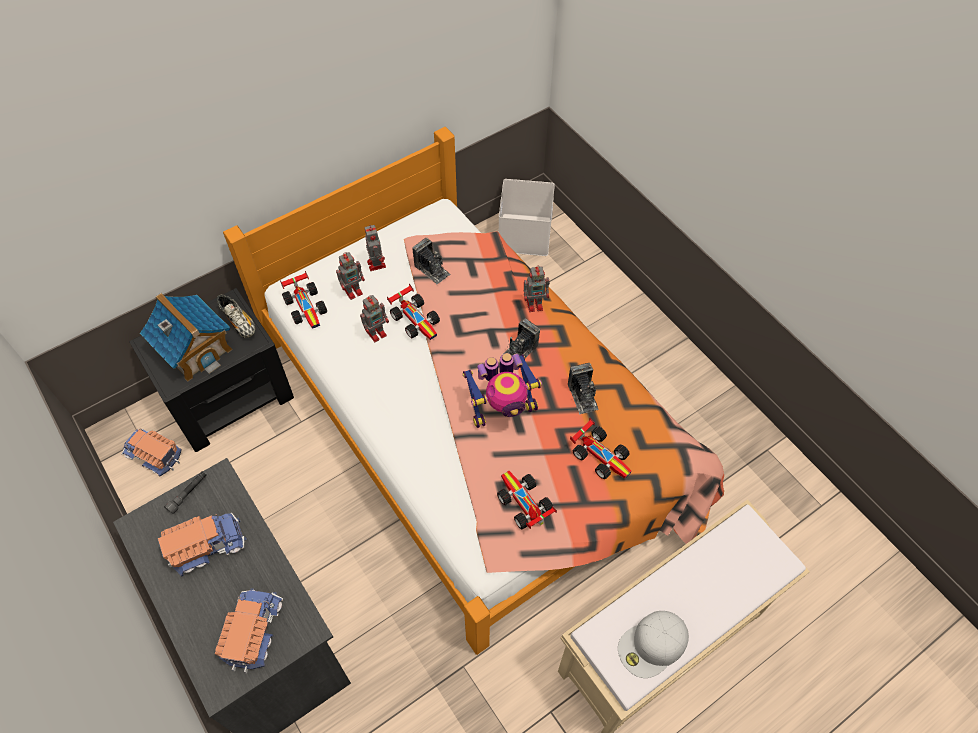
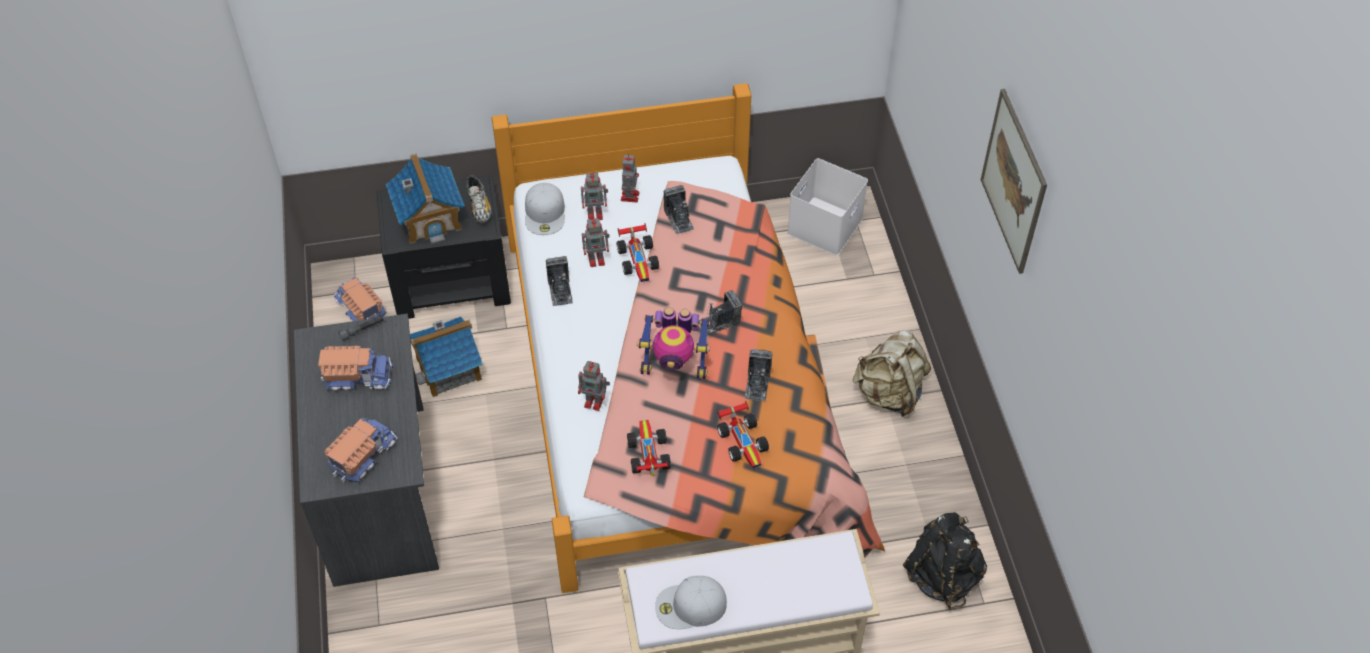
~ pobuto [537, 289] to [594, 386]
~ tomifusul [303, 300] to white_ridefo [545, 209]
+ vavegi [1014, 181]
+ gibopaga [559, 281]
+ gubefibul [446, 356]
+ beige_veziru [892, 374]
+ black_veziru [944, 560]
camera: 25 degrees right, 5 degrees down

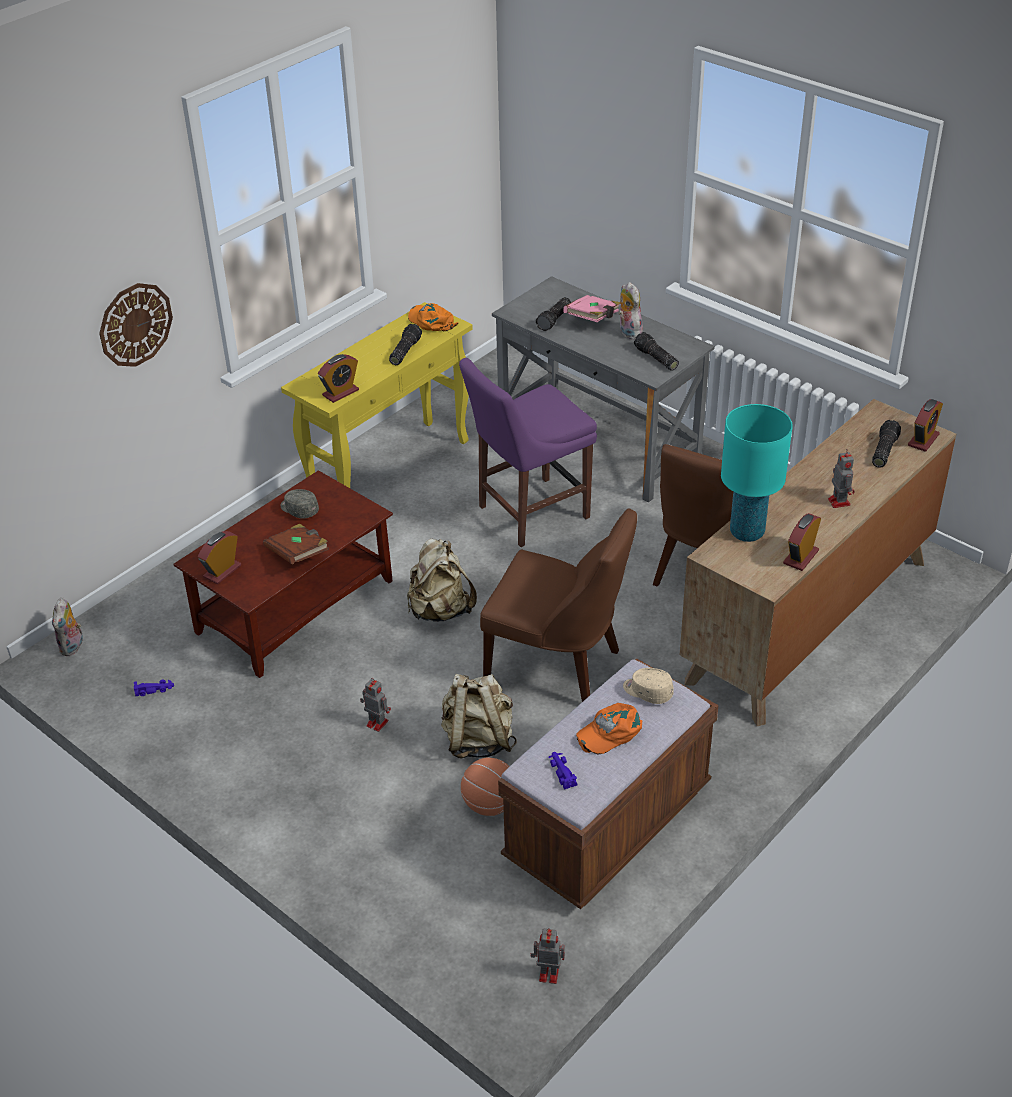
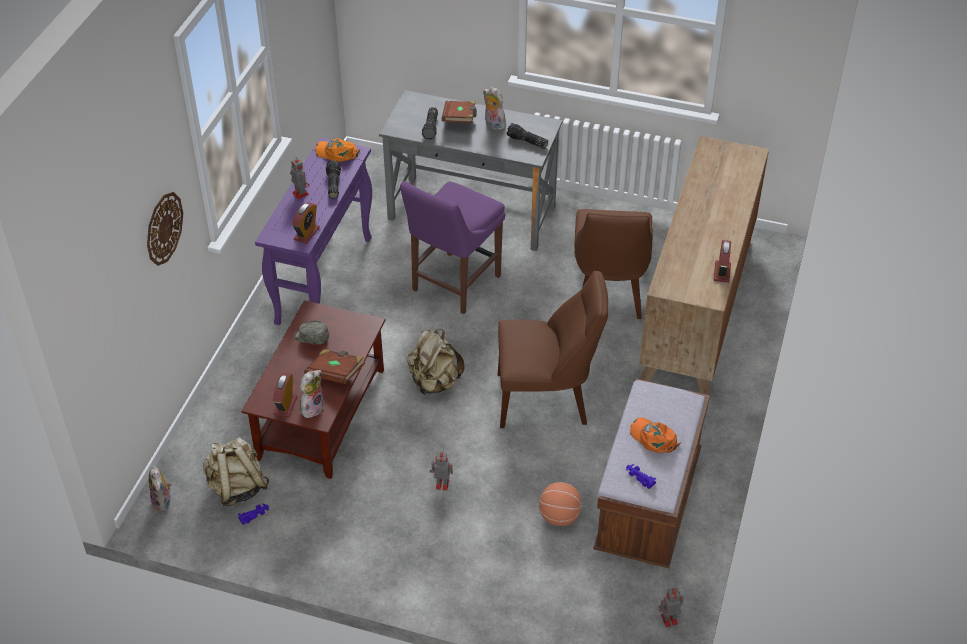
~ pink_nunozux [591, 308] to brown_nunozux [459, 112]
~ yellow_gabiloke [377, 395] to purple_gabiloke [313, 231]
- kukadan [925, 425]
- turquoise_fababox [757, 473]
- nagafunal [886, 444]
~ pobuto [841, 478] to [299, 178]
- beige_ridefo [648, 686]
~ beige_veziru [479, 716] to [236, 471]
~ orange_ridefo [609, 728] = [655, 435] 105 degrees clockwise
+ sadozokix [312, 394]
camera: 25 degrees left, 5 degrees up

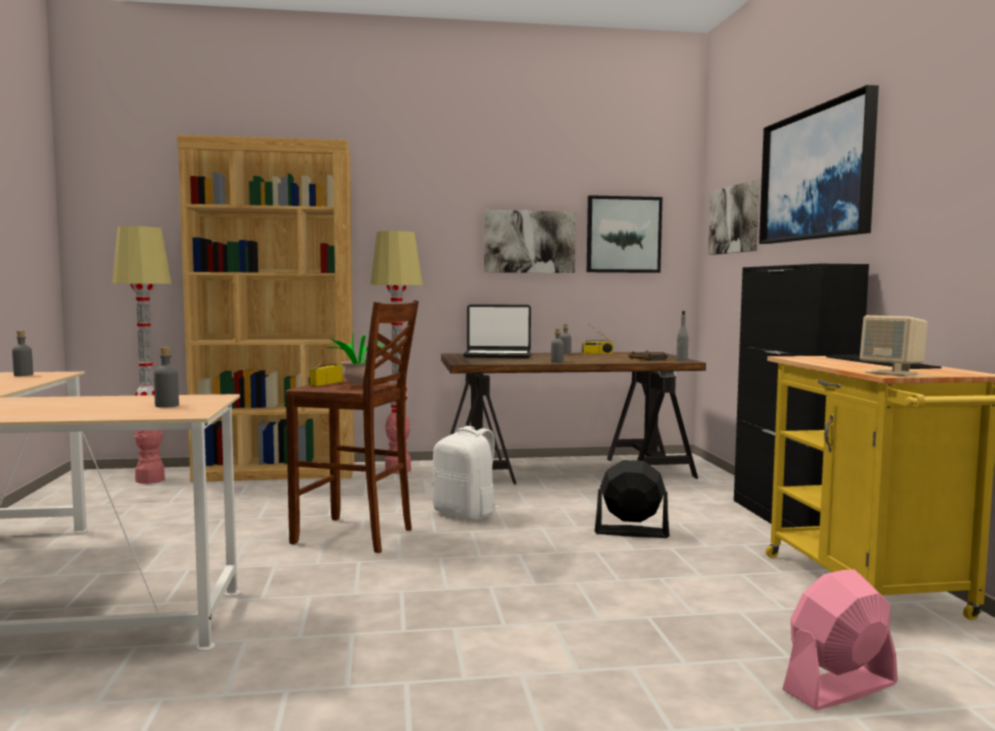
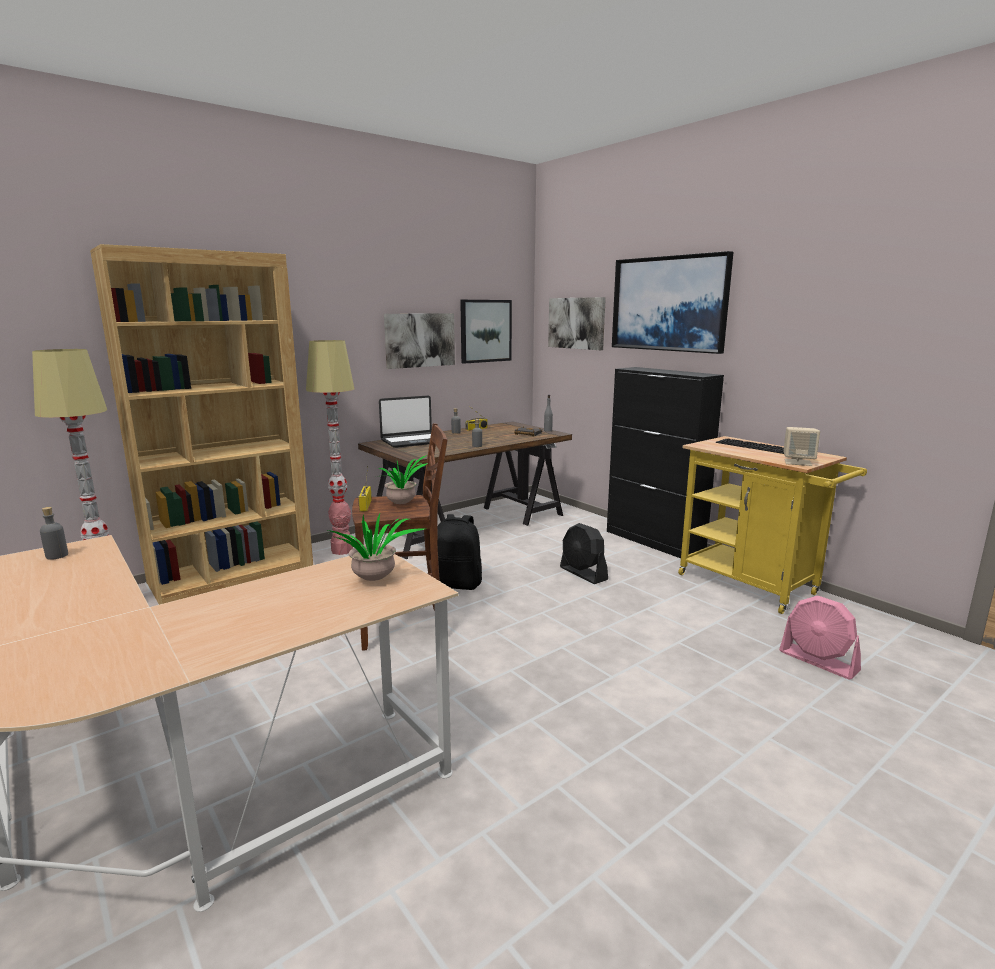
~ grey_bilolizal [166, 377] to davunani [376, 547]
~ white_veziru [466, 473] to black_veziru [460, 552]
~ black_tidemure [631, 499] = [584, 553] 105 degrees counterclockwise
~ pink_tidemure [840, 639] = [820, 637] 75 degrees counterclockwise
camera: 30 degrees left, 10 degrees up

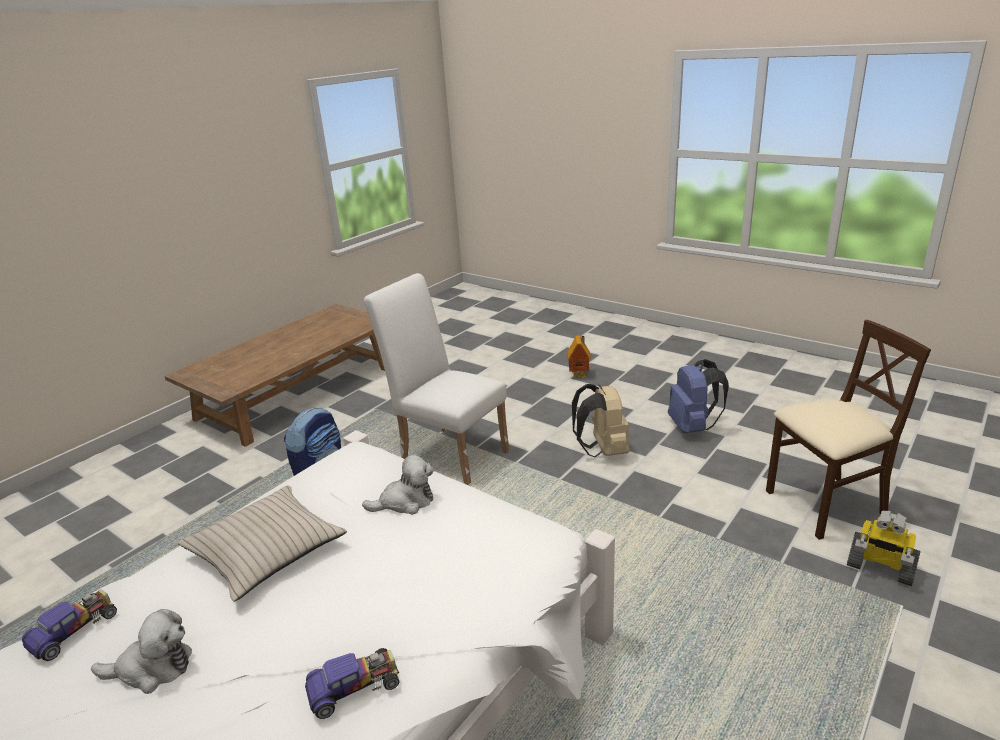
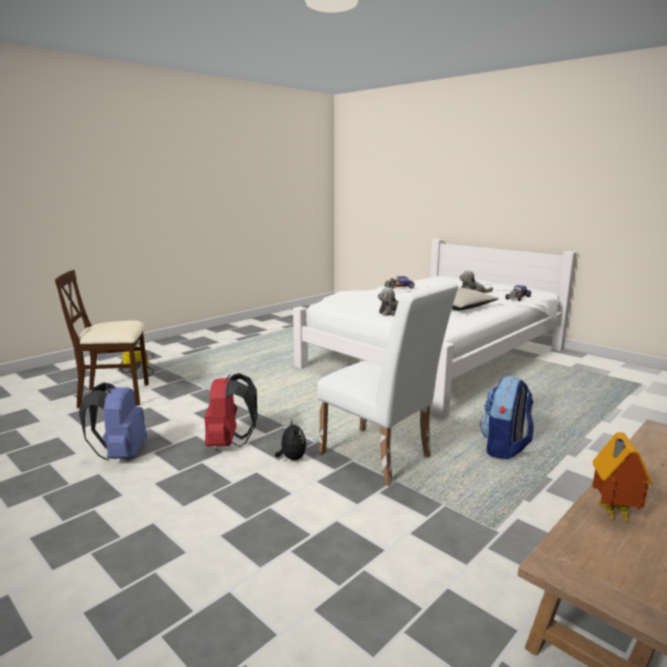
~ gubefibul [579, 356] to [622, 478]
~ beige_veziru [600, 421] to red_veziru [231, 410]
+ sadozokix [291, 440]
camera: 175 degrees left, 10 degrees down

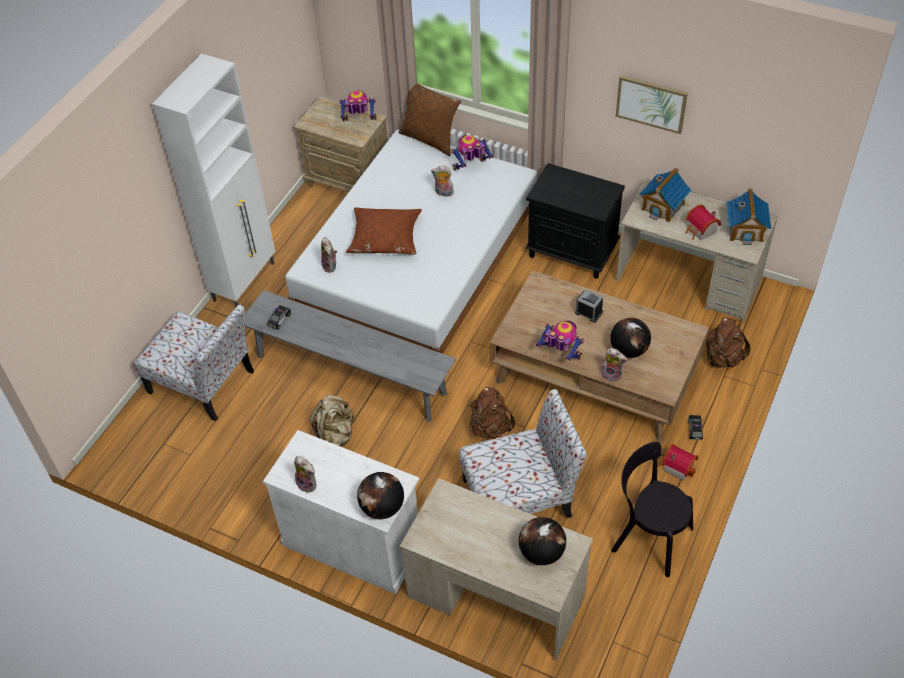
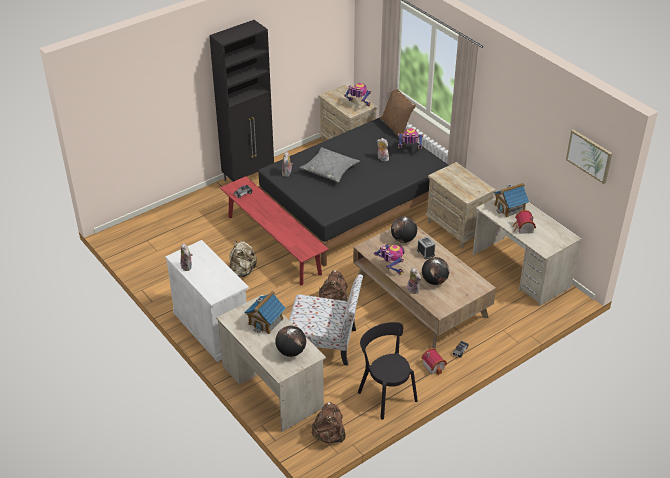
~ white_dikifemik [213, 180] to black_dikifemik [241, 101]
~ vavegi [652, 104] to [589, 156]
~ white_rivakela [411, 242] to black_rivakela [353, 192]
~ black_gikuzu [575, 221] to beige_gikuzu [460, 205]
~ gubefibul [749, 217] to [265, 312]
~ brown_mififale [384, 231] to grey_mififale [329, 164]
~ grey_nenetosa [350, 356] to red_nenetosa [274, 230]
- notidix [194, 362]
~ brown_veziru [728, 343] to [328, 423]
~ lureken [380, 495] to [404, 229]
camera: 25 degrees right, 10 degrees down

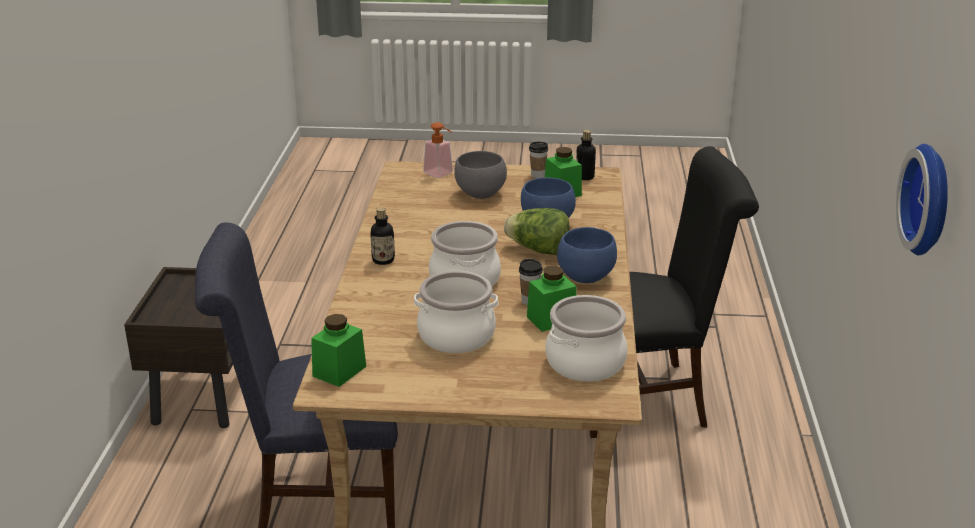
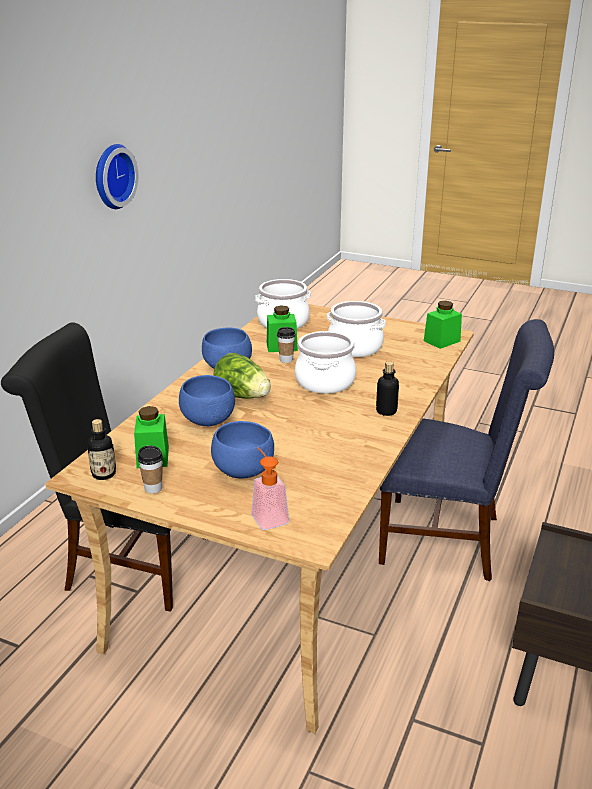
~ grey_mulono [480, 175] to blue_mulono [242, 449]
camera: 160 degrees left, 0 degrees up

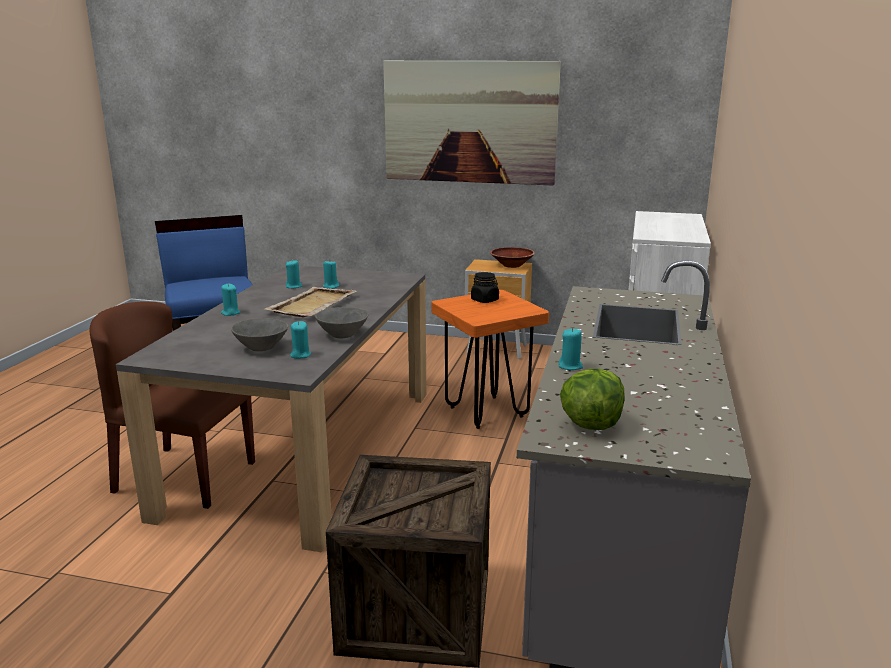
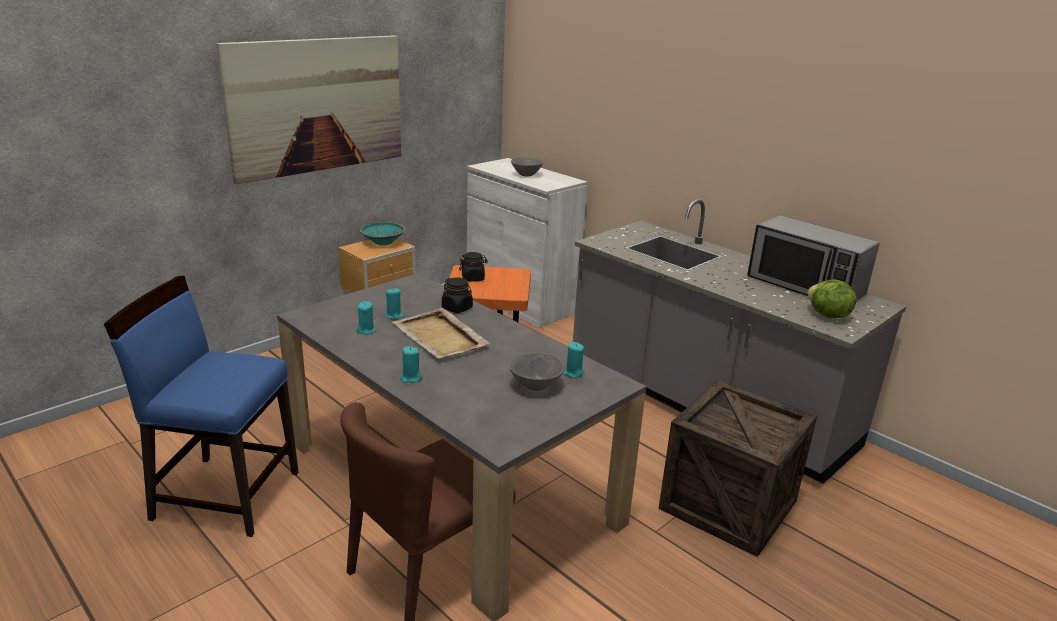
~ brown_mulono [512, 257] to turquoise_mulono [383, 233]
~ grey_mulono [341, 322] to [527, 166]
- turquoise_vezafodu [571, 349]
+ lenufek [813, 258]
+ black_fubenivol [457, 295]
camera: 60 degrees left, 5 degrees up

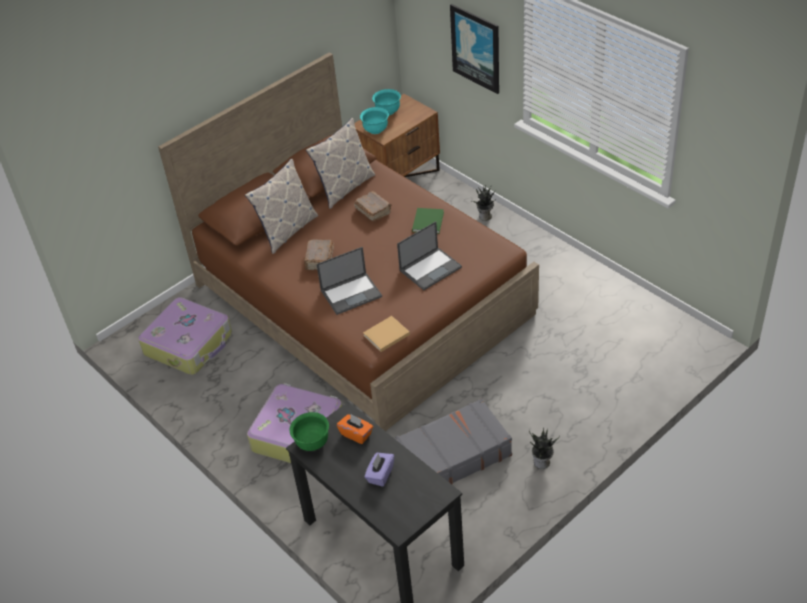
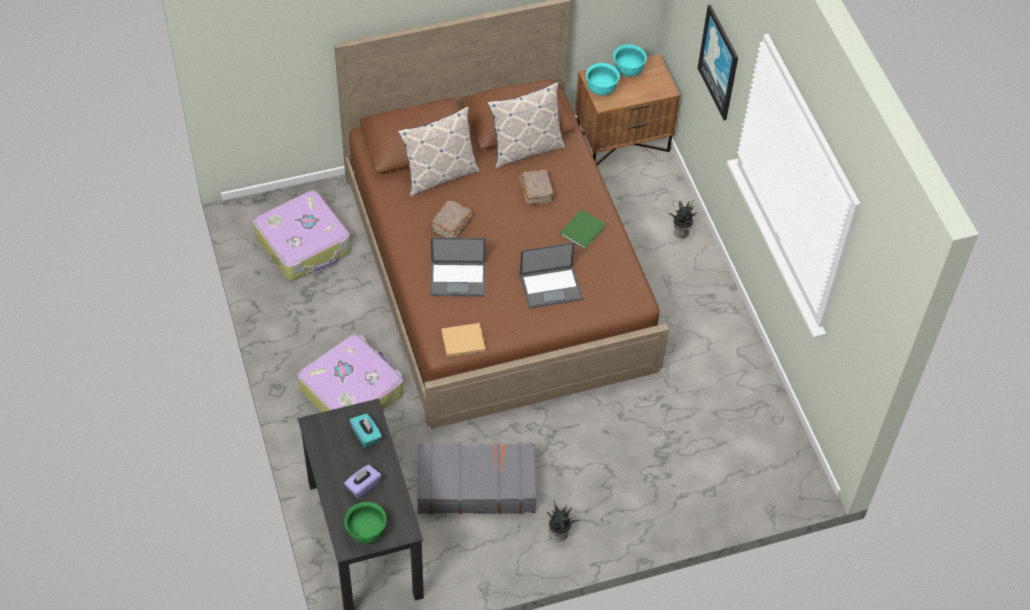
~ green_mulono [309, 431] to [365, 523]
~ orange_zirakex [355, 429] to turquoise_zirakex [365, 431]
camera: 20 degrees right, 10 degrees up

